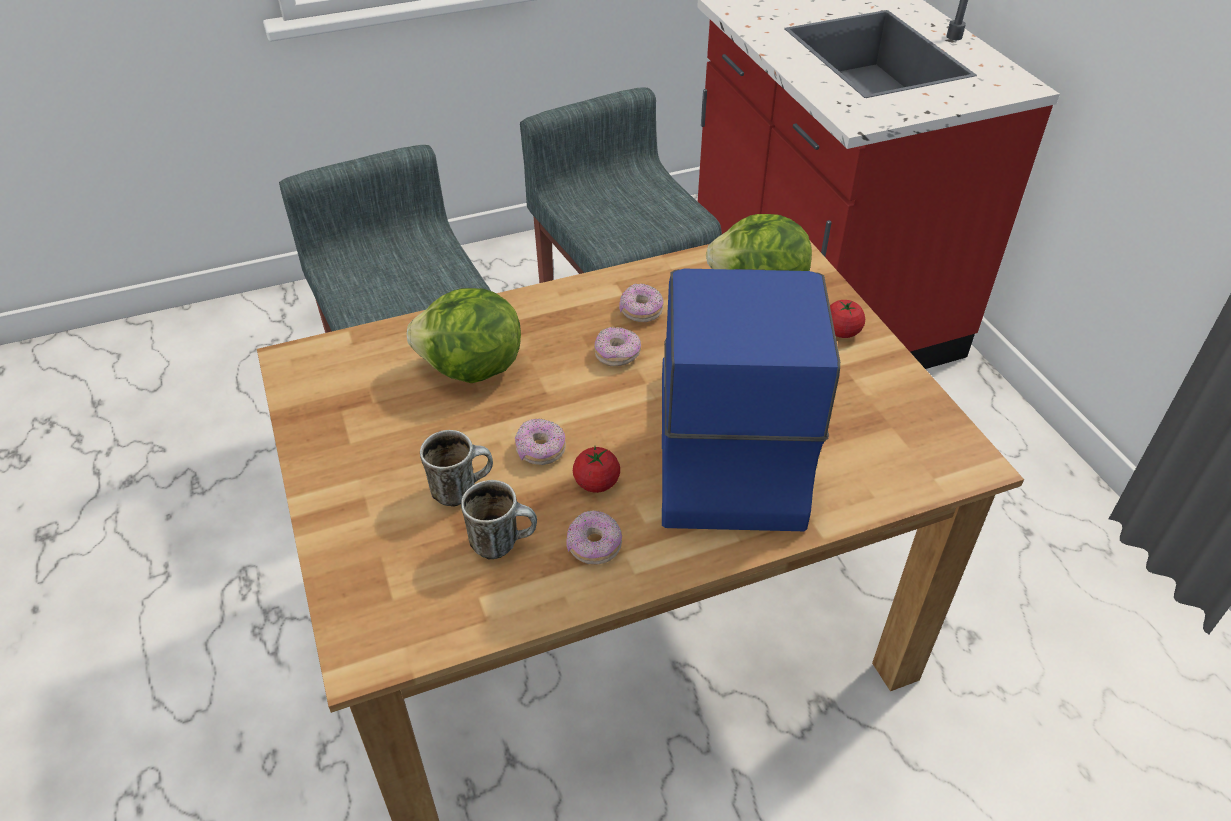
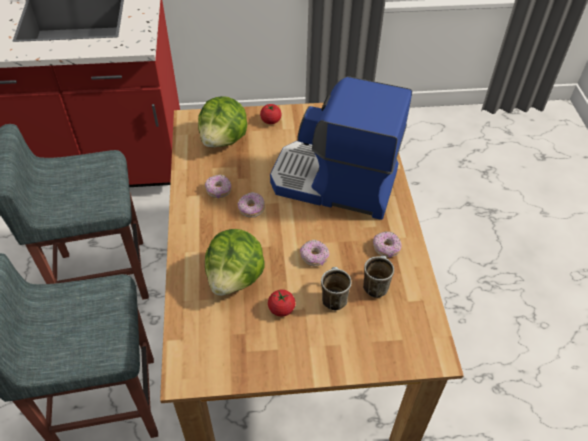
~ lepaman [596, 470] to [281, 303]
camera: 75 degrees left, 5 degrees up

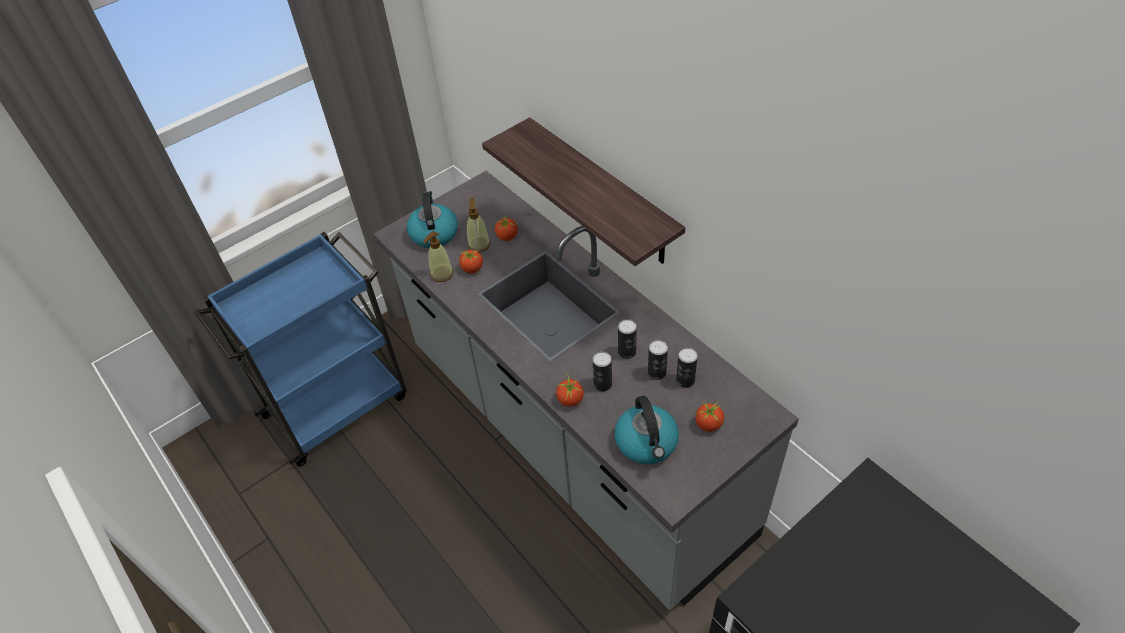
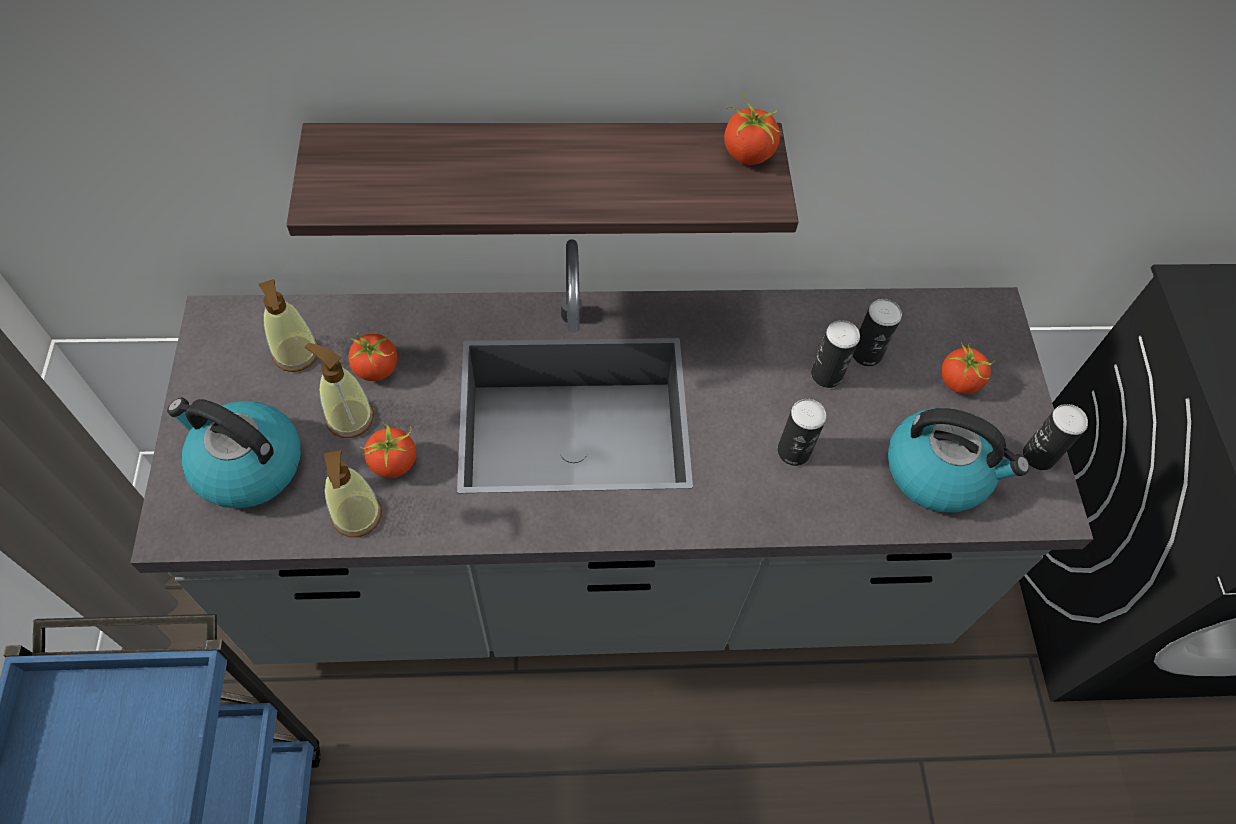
~ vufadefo [627, 339] to [1055, 437]
~ lepaman [570, 391] to [753, 129]
+ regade [289, 325]
camera: 60 degrees left, 10 degrees up

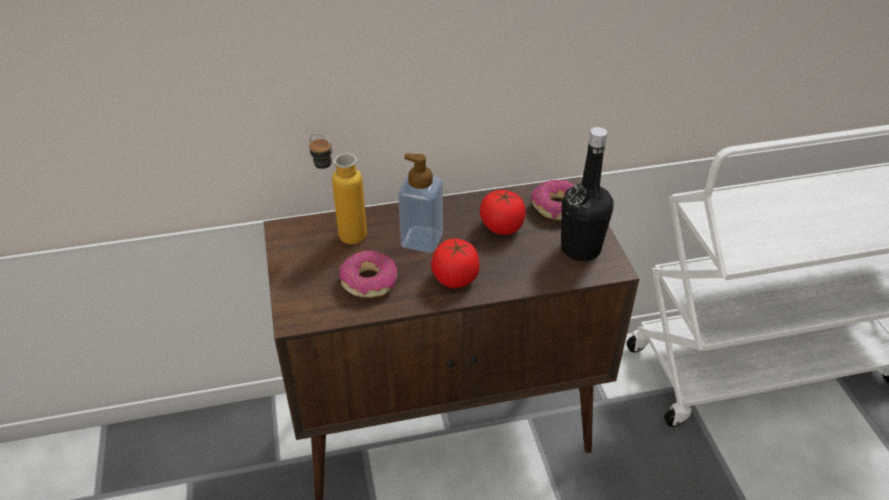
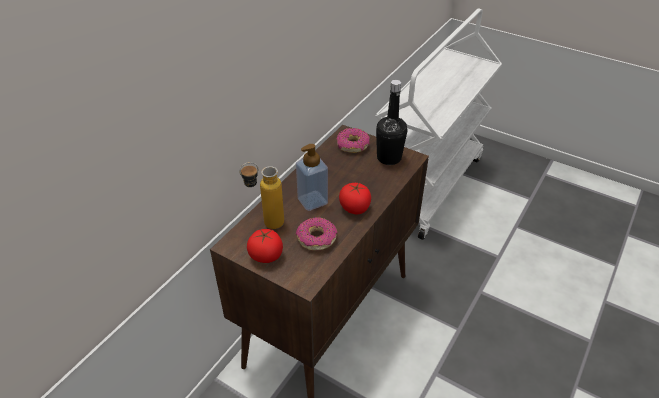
~ lepaman [503, 212] to [265, 246]
camera: 45 degrees left, 0 degrees up

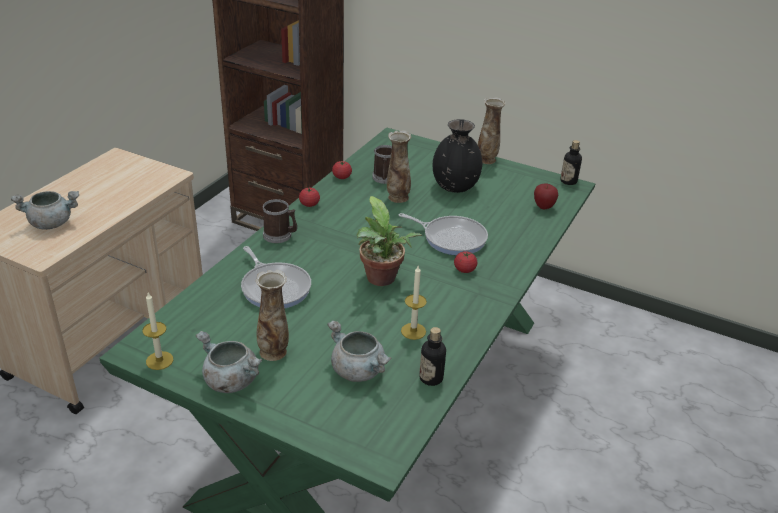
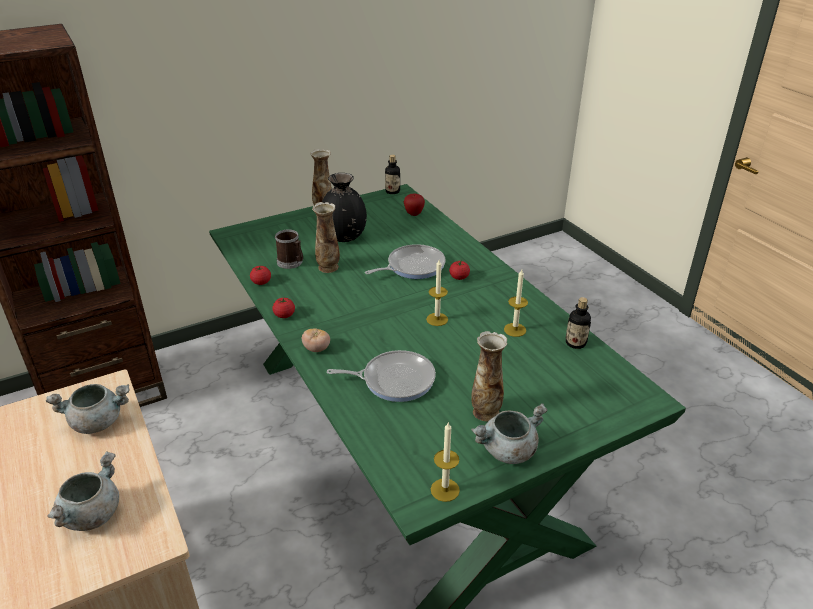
~ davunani [389, 241] to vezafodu [437, 293]
~ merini [280, 221] to lepaman [316, 340]
~ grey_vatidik [359, 351] to [88, 409]
camera: 55 degrees left, 0 degrees up

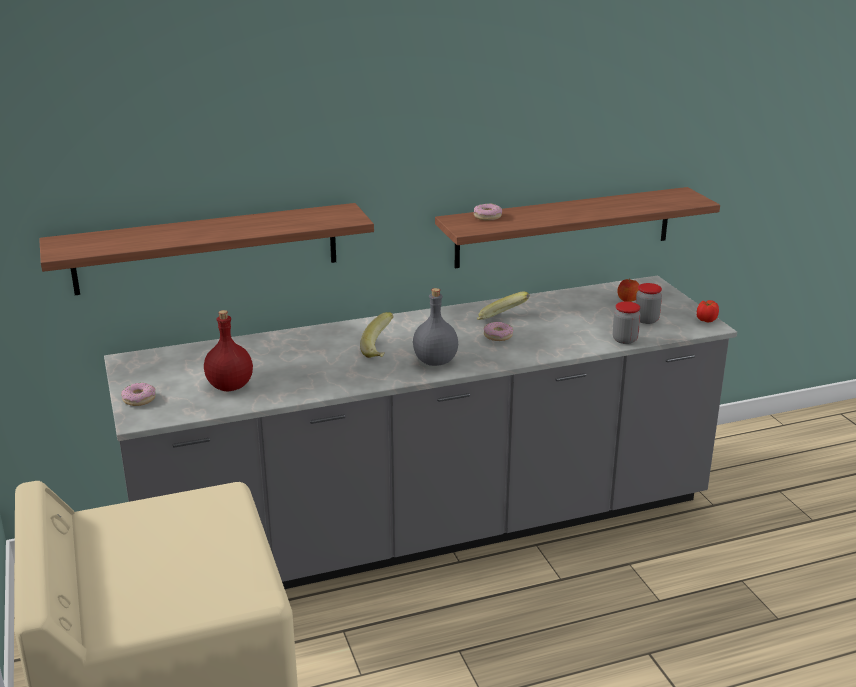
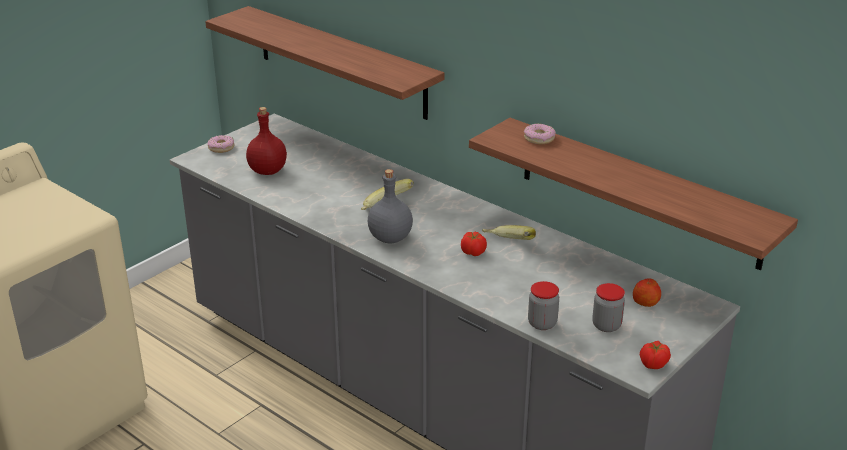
~ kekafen [498, 331] to lepaman [474, 244]
camera: 60 degrees right, 5 degrees up

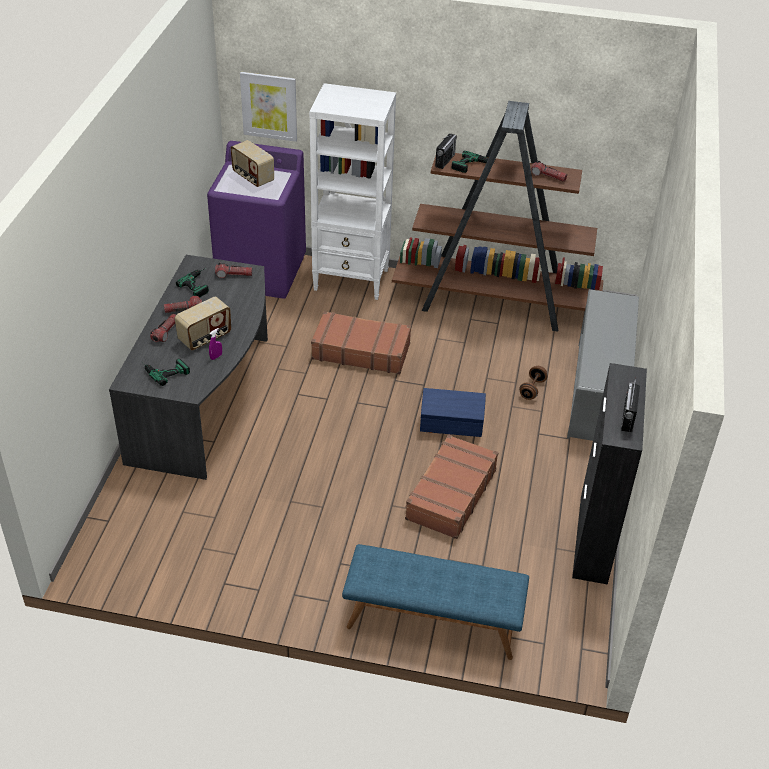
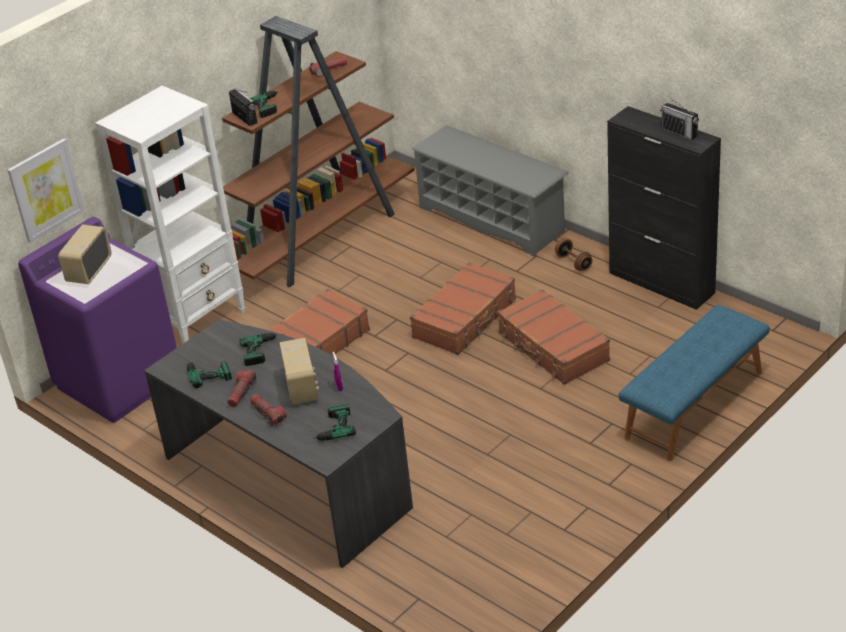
~ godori [252, 163] = [85, 254] 120 degrees clockwise
- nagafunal [233, 270]
~ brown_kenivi [533, 383] to [573, 255]
~ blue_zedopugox [453, 412] to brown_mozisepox [463, 308]
+ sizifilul [261, 349]
camera: 55 degrees left, 5 degrees down

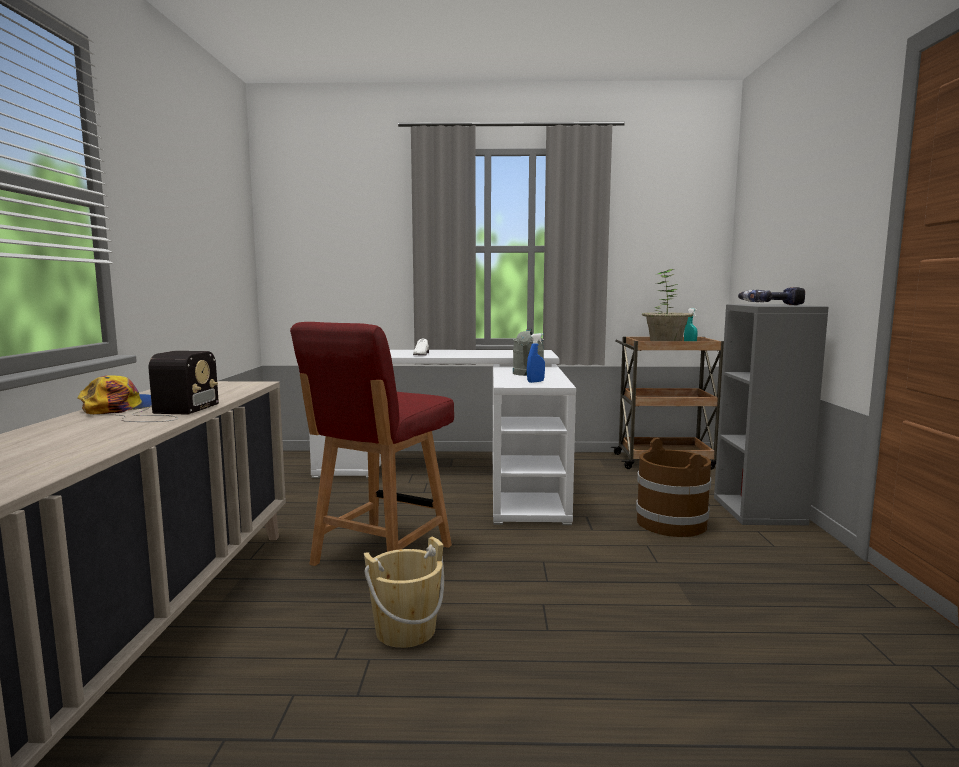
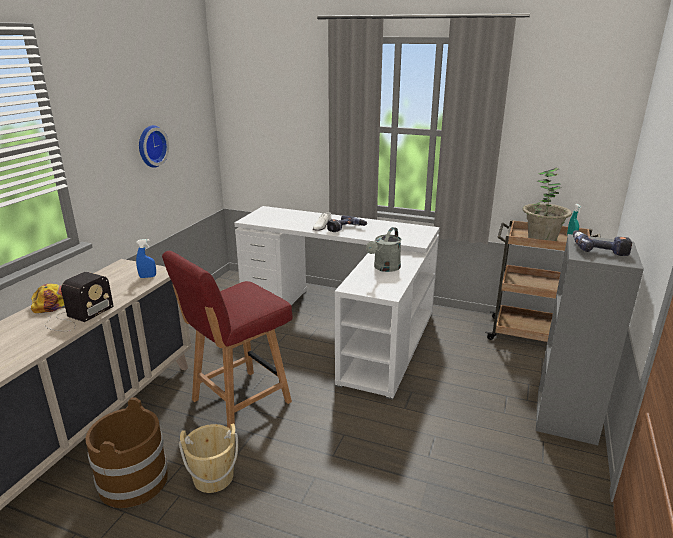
~ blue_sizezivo [536, 358] to [146, 258]
~ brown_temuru [673, 487] to [127, 453]
+ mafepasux [154, 146]
+ sizifilul [347, 223]
camera: 20 degrees right, 15 degrees up

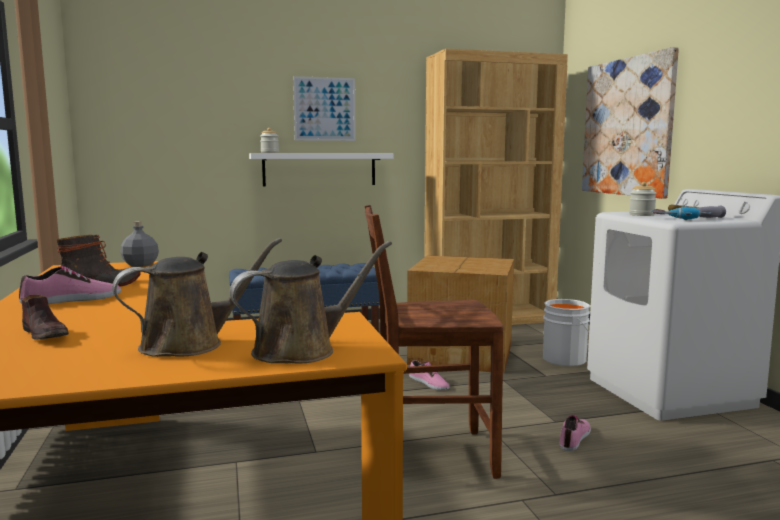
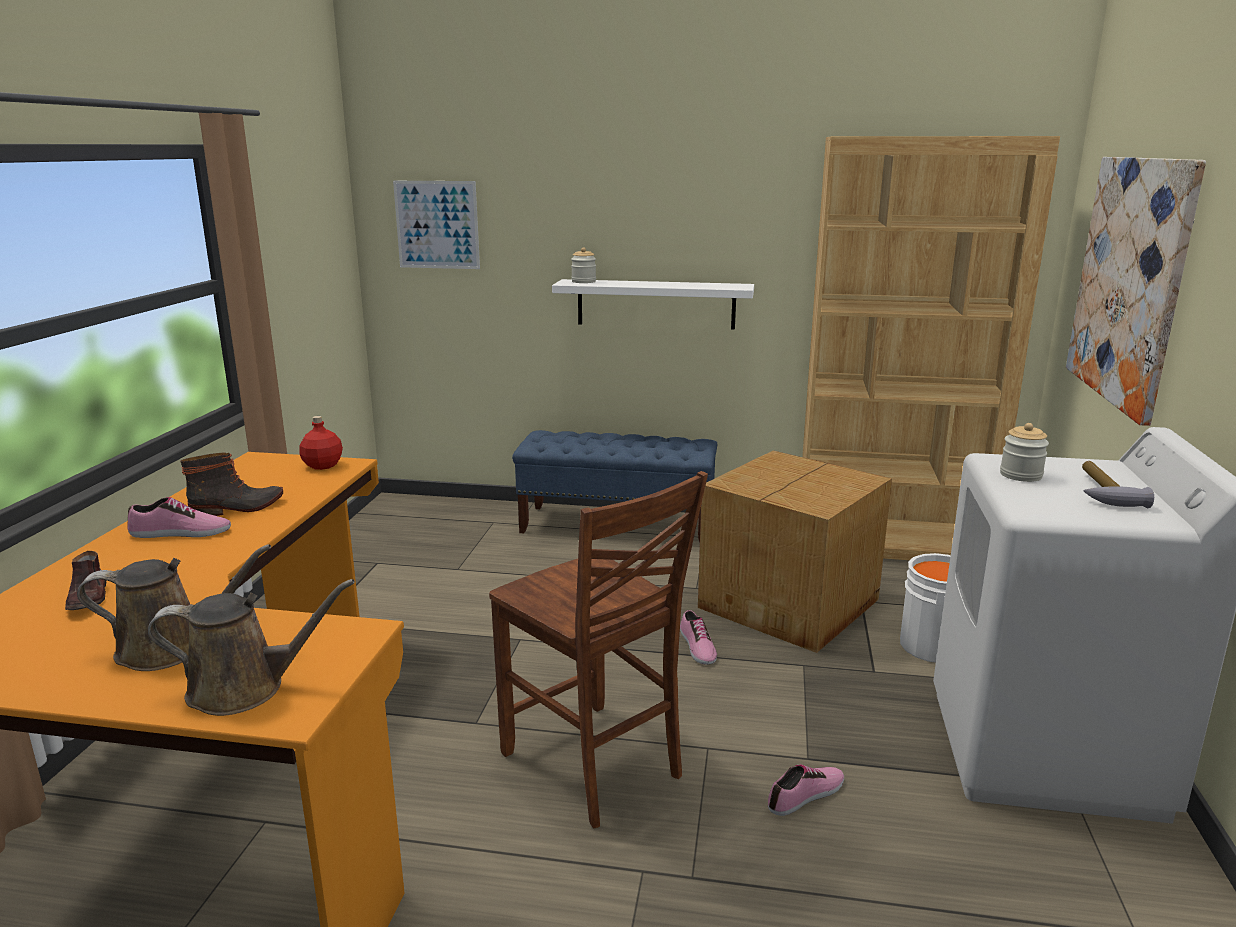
~ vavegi [324, 108] to [436, 225]
~ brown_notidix [434, 342] = [598, 649] 150 degrees counterclockwise
- sizifilul [681, 213]
~ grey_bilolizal [139, 244] to red_bilolizal [321, 443]
camera: 25 degrees right, 10 degrees up

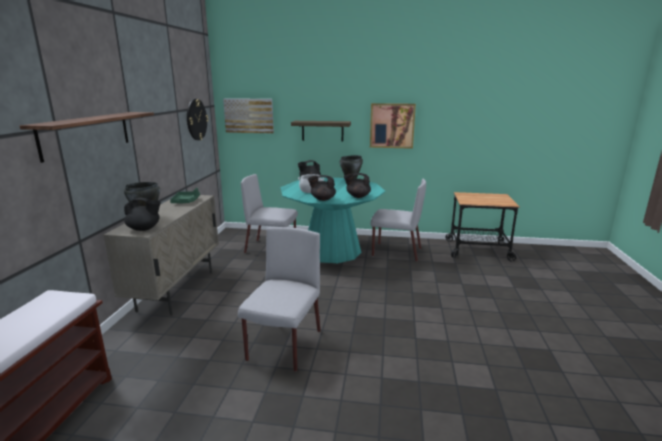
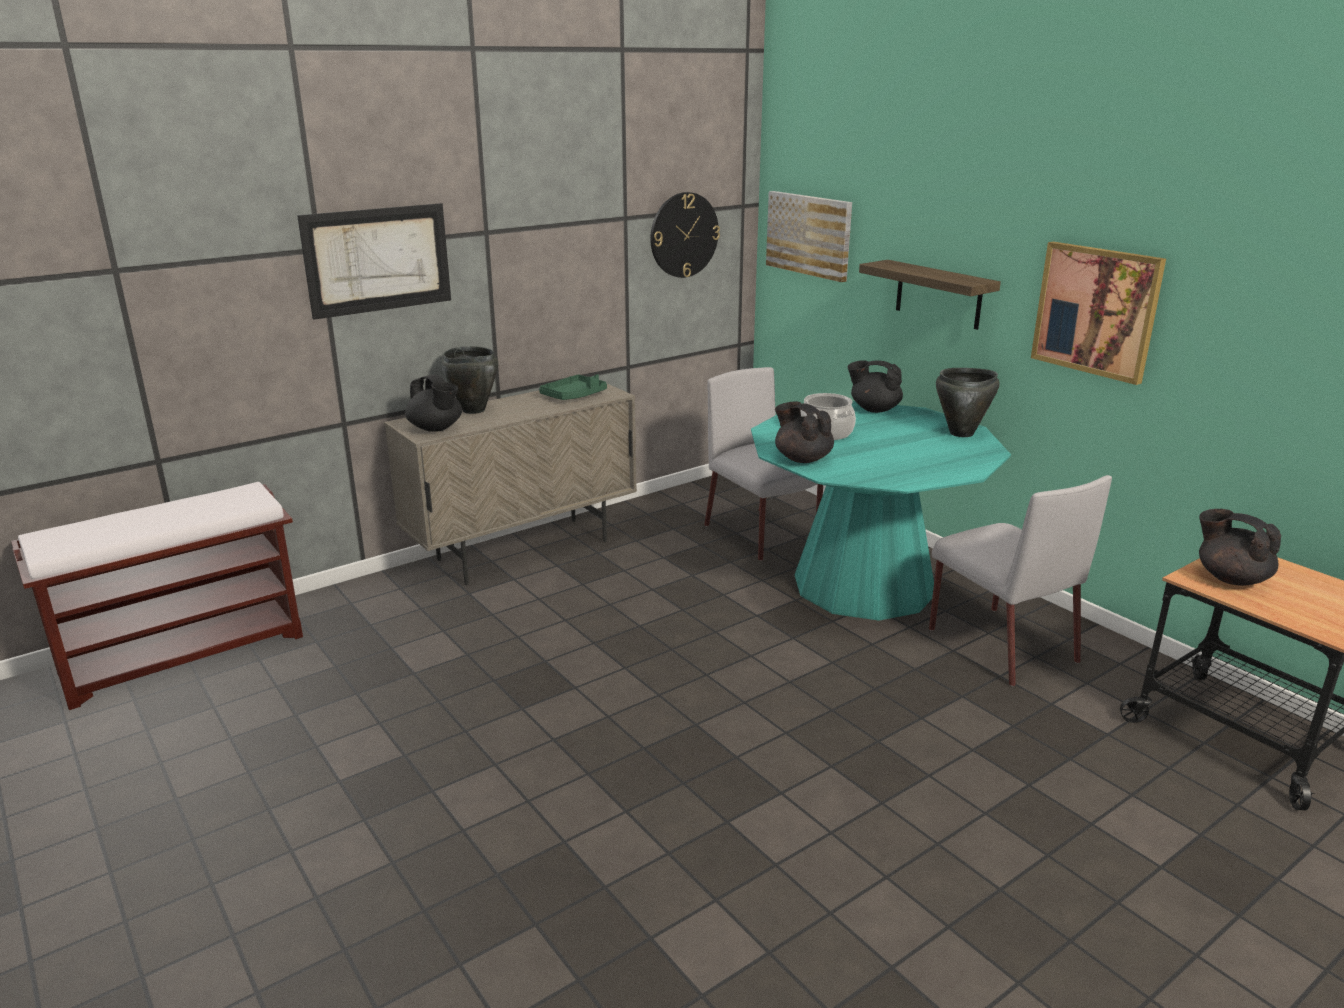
~ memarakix [87, 137] to vavegi [374, 261]
~ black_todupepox [357, 185] to [1240, 547]
- grey_notidix [279, 299]
camera: 45 degrees right, 5 degrees up

